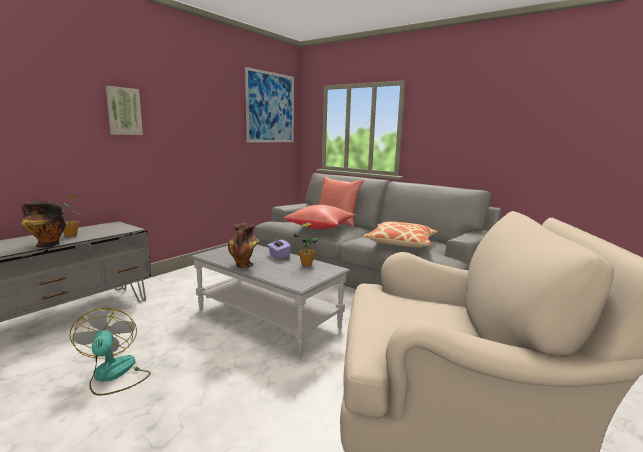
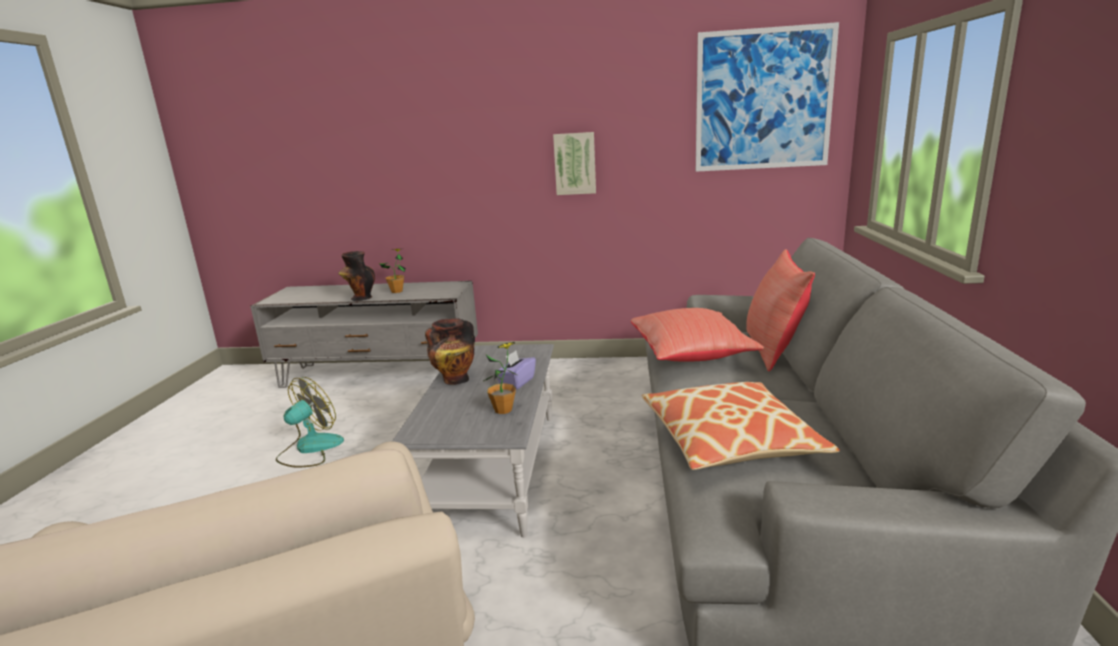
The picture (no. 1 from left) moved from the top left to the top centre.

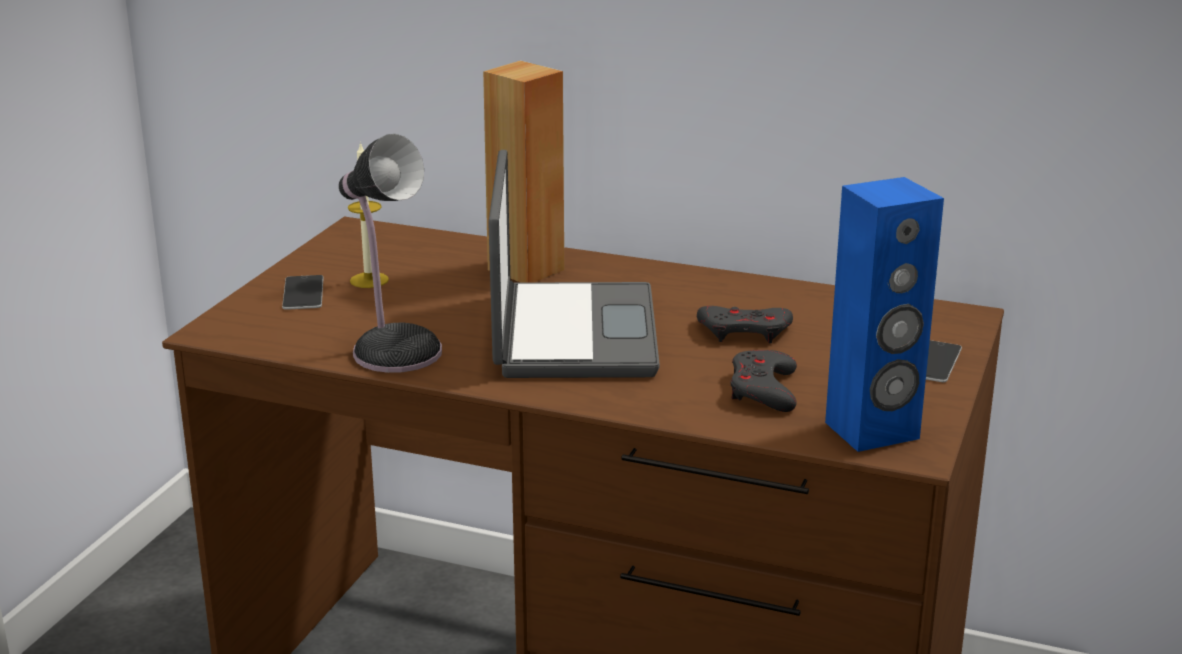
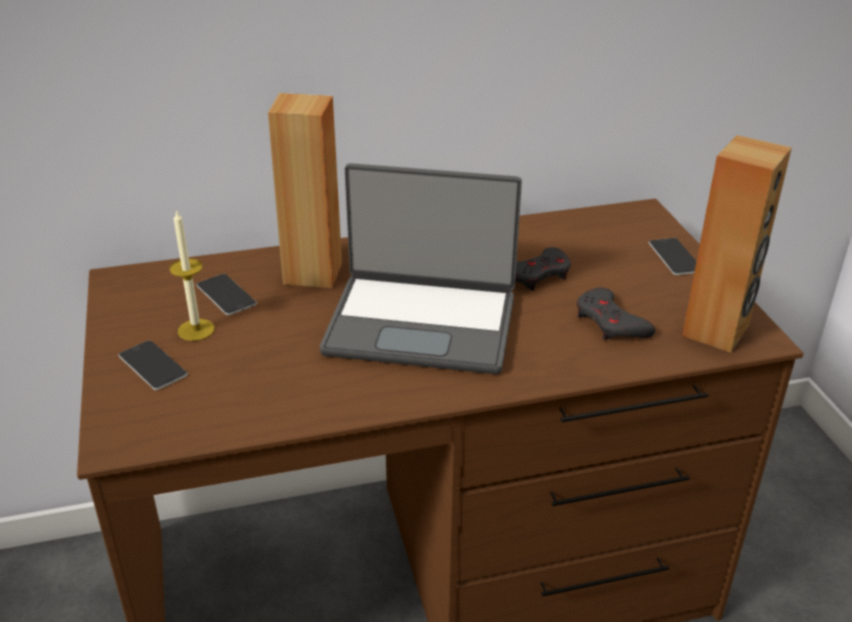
The table lamp at the middle left disappeared.
The phone (no. 2 from left) at the middle left appeared.
The blue speaker at the middle right became the brown speaker (no. 2 from left) at the middle right.
The laptop at the centre turned 135 degrees clockwise.

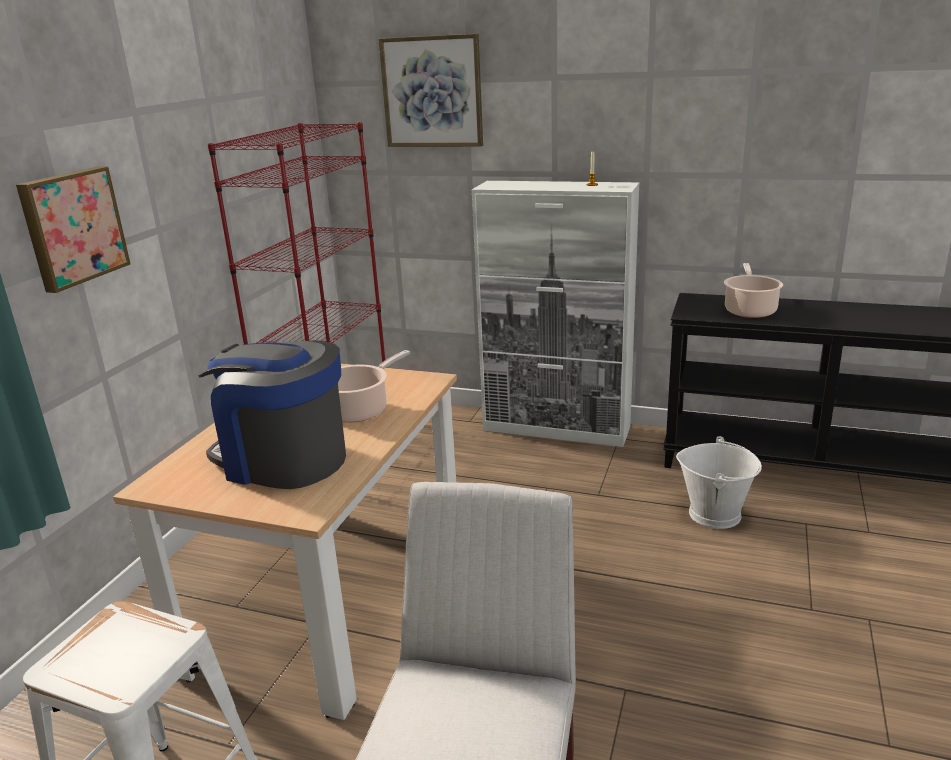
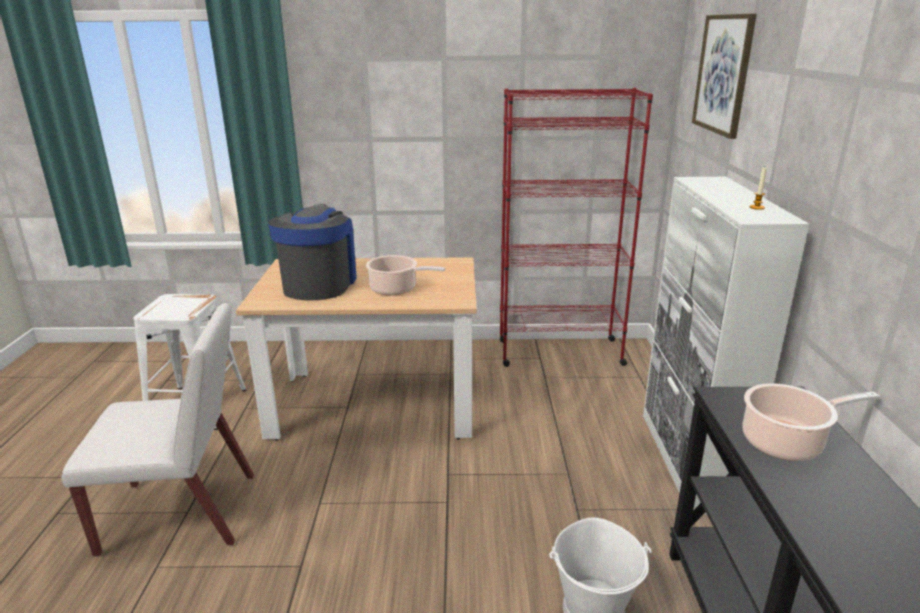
The picture (no. 1 from left) at the top left disappeared.

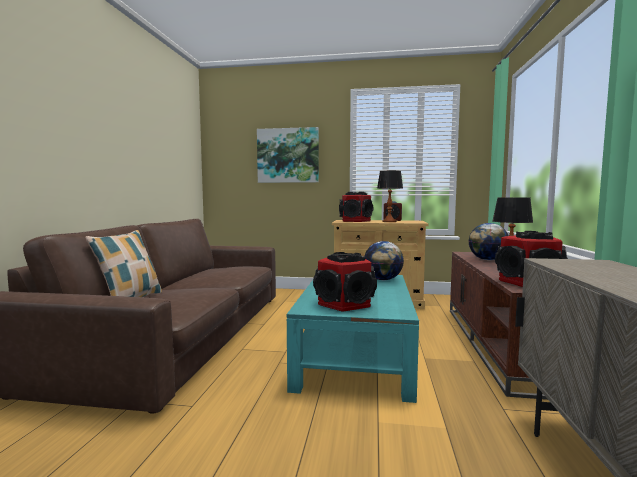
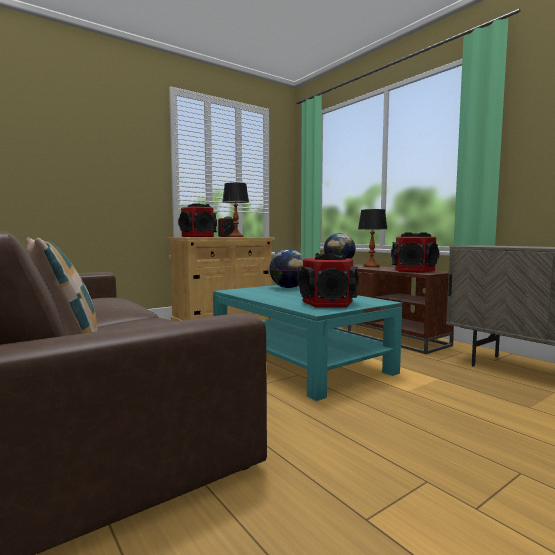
The picture at the top centre disappeared.

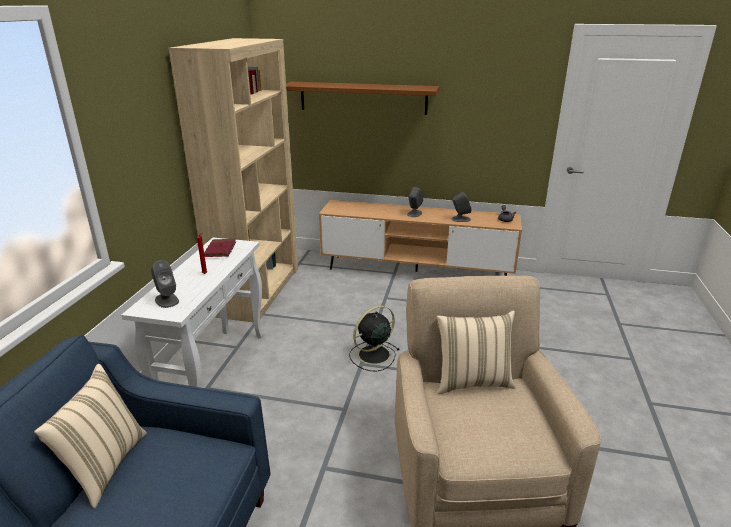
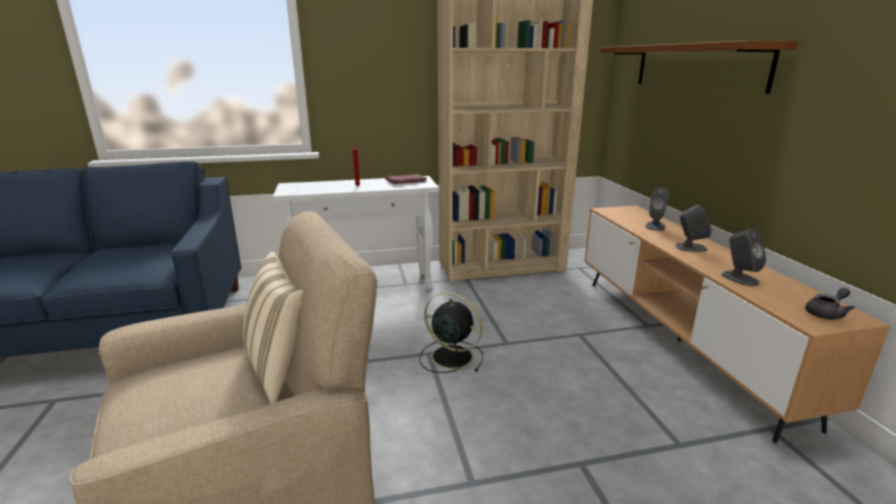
The beige pillow (no. 1 from left) at the bottom left disappeared.
The grey speaker (no. 1 from left) moved from the middle left to the middle right.

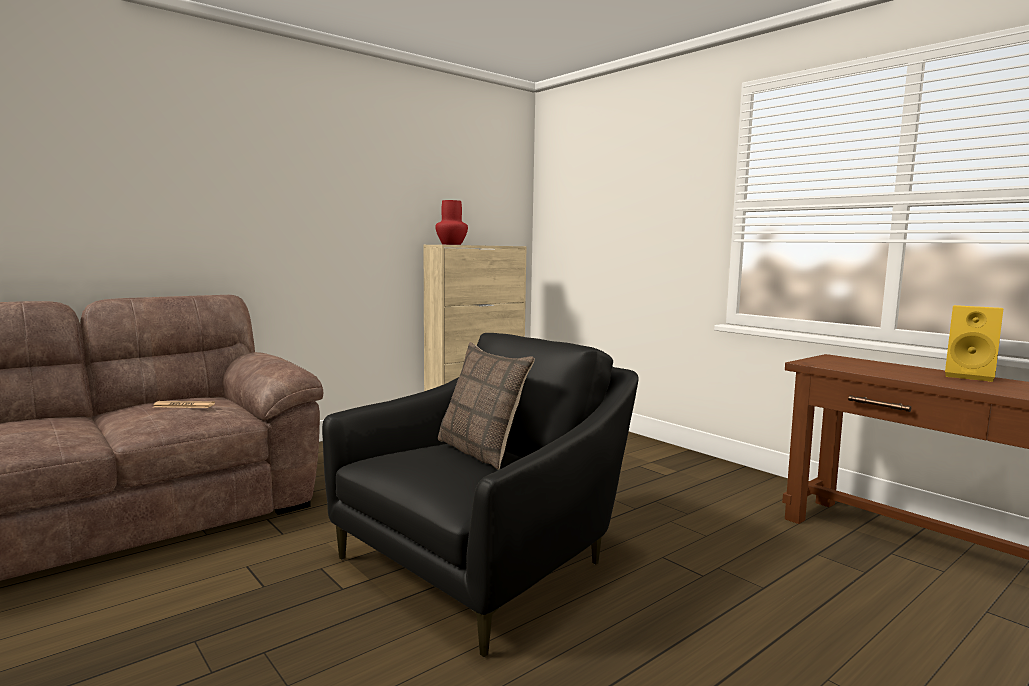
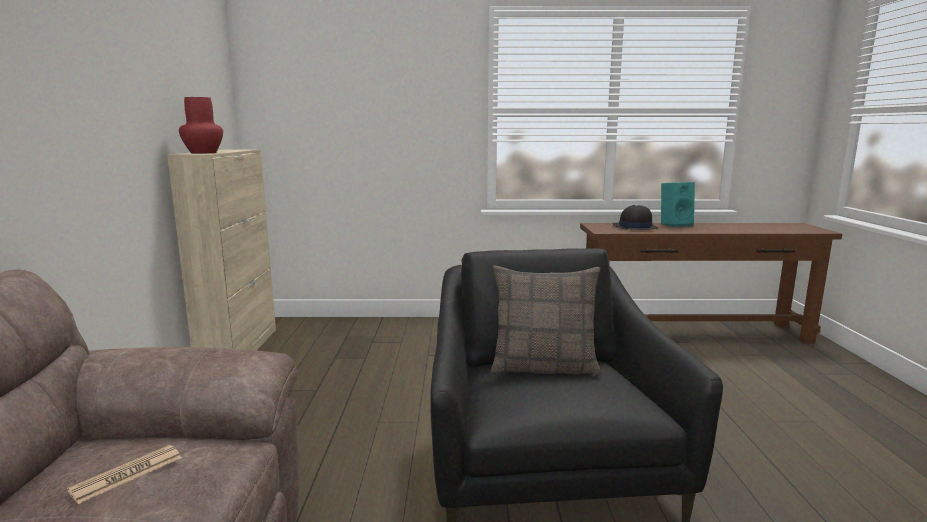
The black hat at the middle right appeared.
The yellow speaker at the middle right became the turquoise speaker at the middle right.

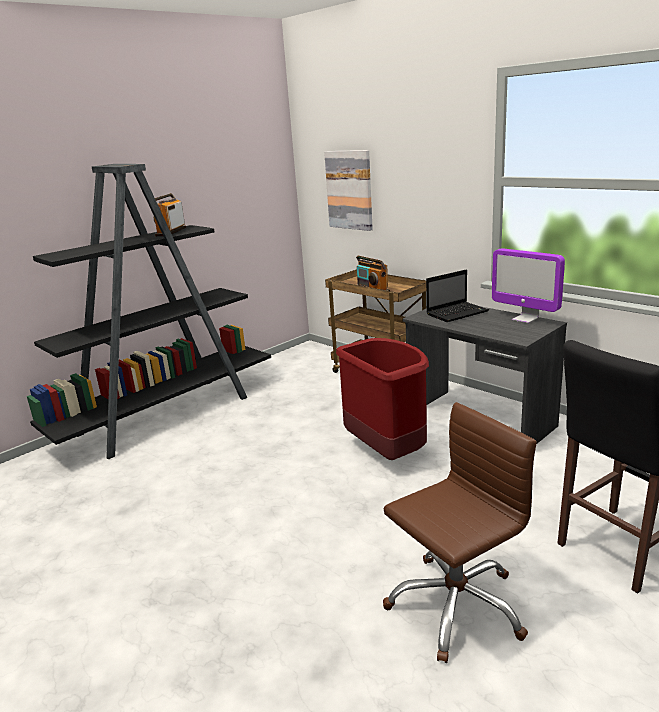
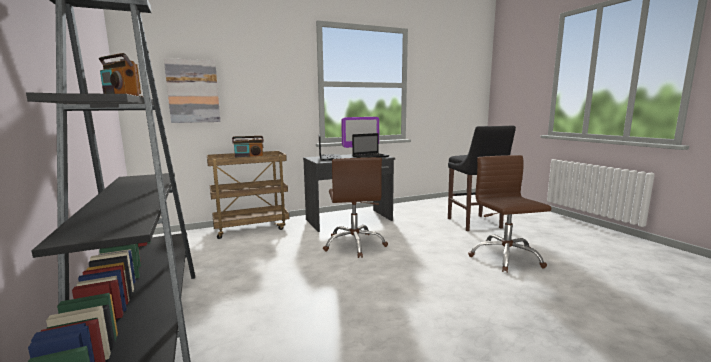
The laptop (no. 2 from left) at the centre appeared.
The red trash can at the centre was replaced by the brown office chair (no. 1 from left) at the centre.

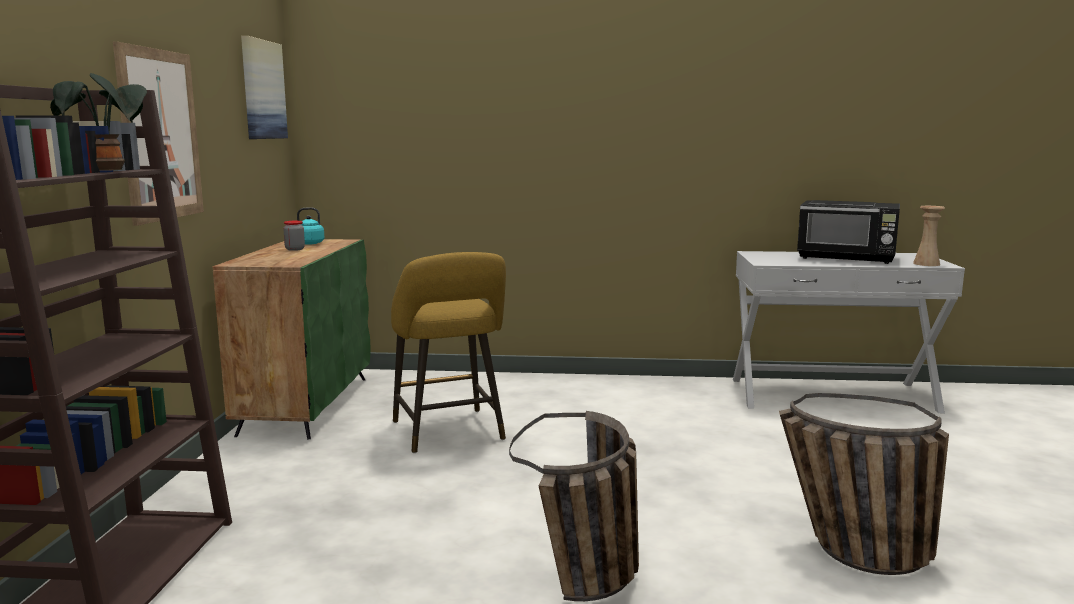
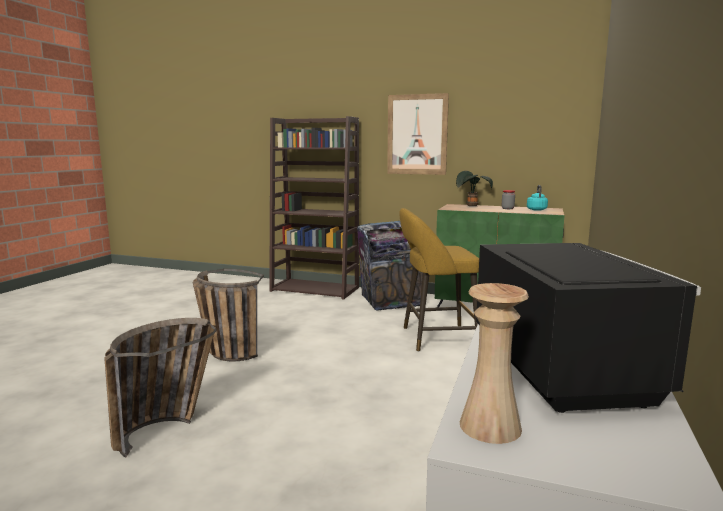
The picture (no. 2 from left) at the top left disappeared.
The trash can at the centre appeared.
The potted plant moved from the top left to the centre.
The black microwave at the middle right turned 135 degrees clockwise.

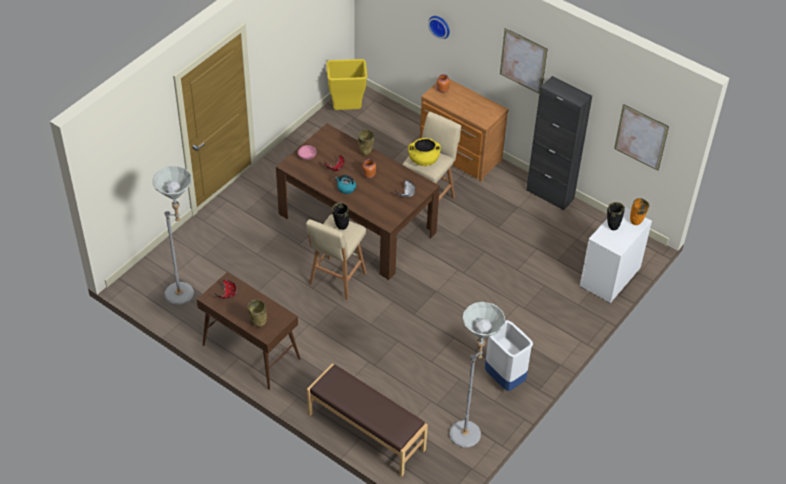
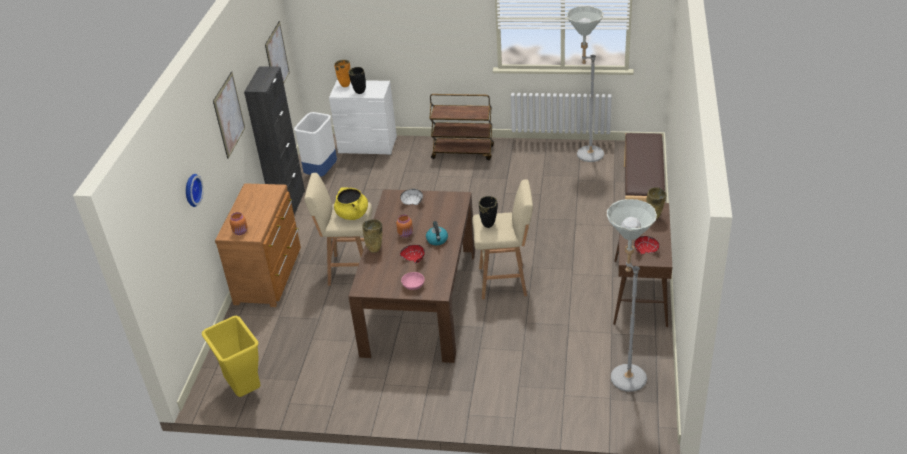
The brown cart at the top centre appeared.
The white trash can moved from the bottom centre to the top centre.

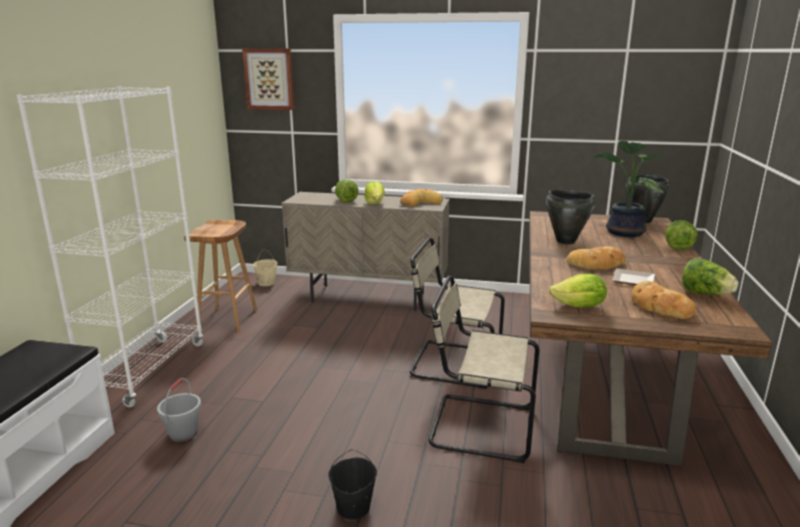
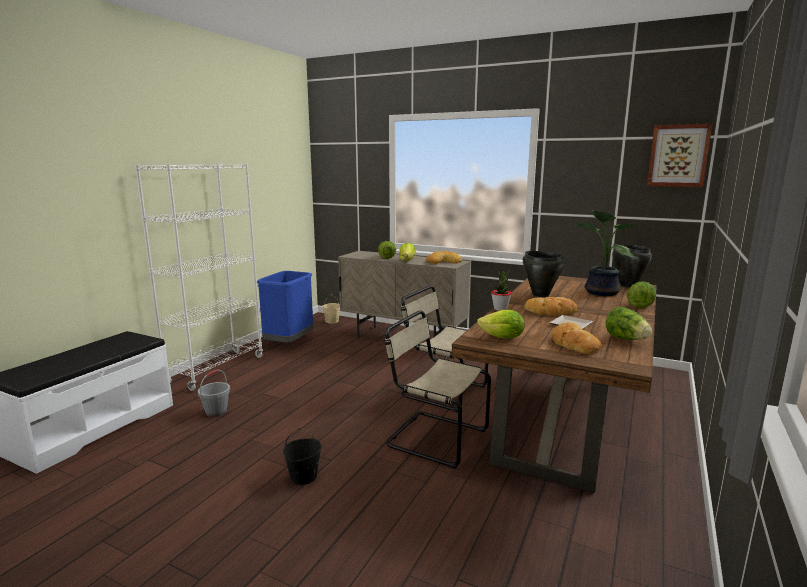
The potted plant (no. 1 from left) at the centre appeared.
The picture moved from the top centre to the top right.
The brown stool at the middle left was replaced by the blue trash can at the centre.

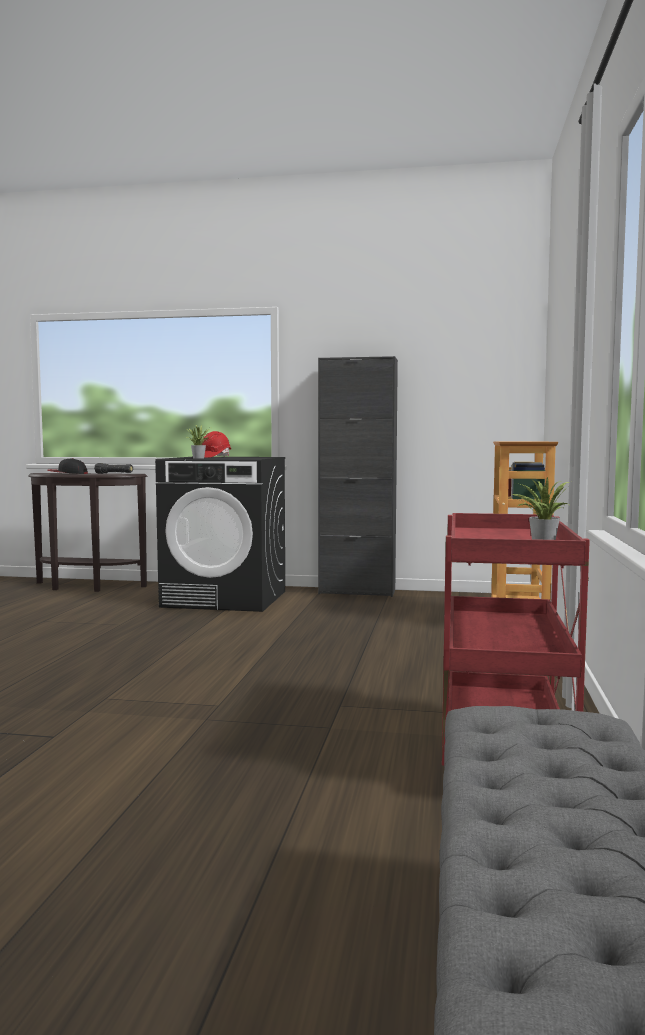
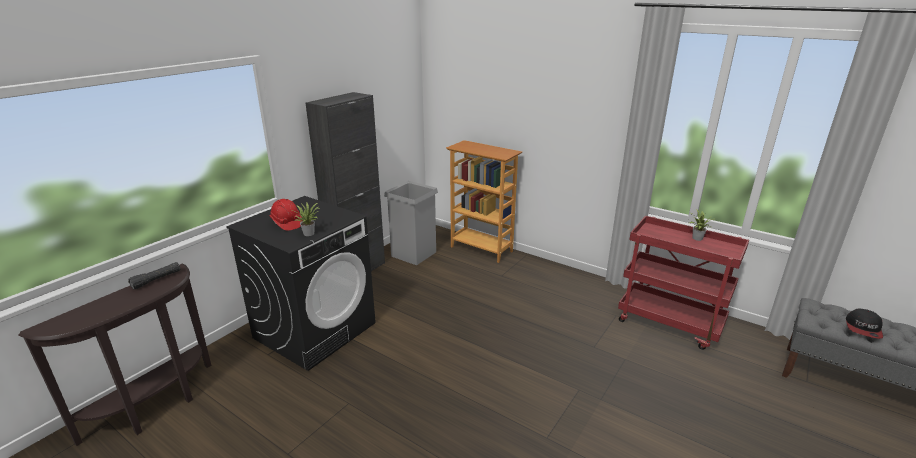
The grey trash can at the centre appeared.
The cap moved from the middle left to the bottom right.

